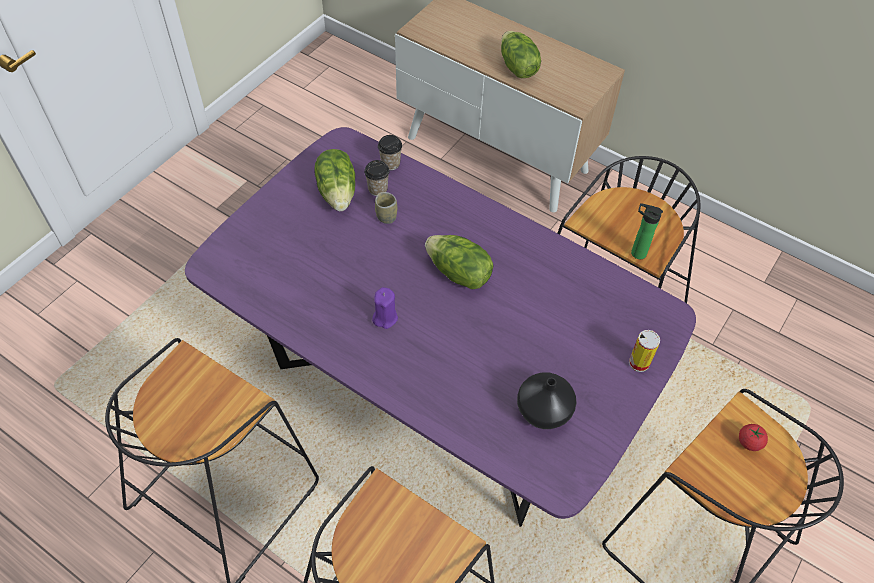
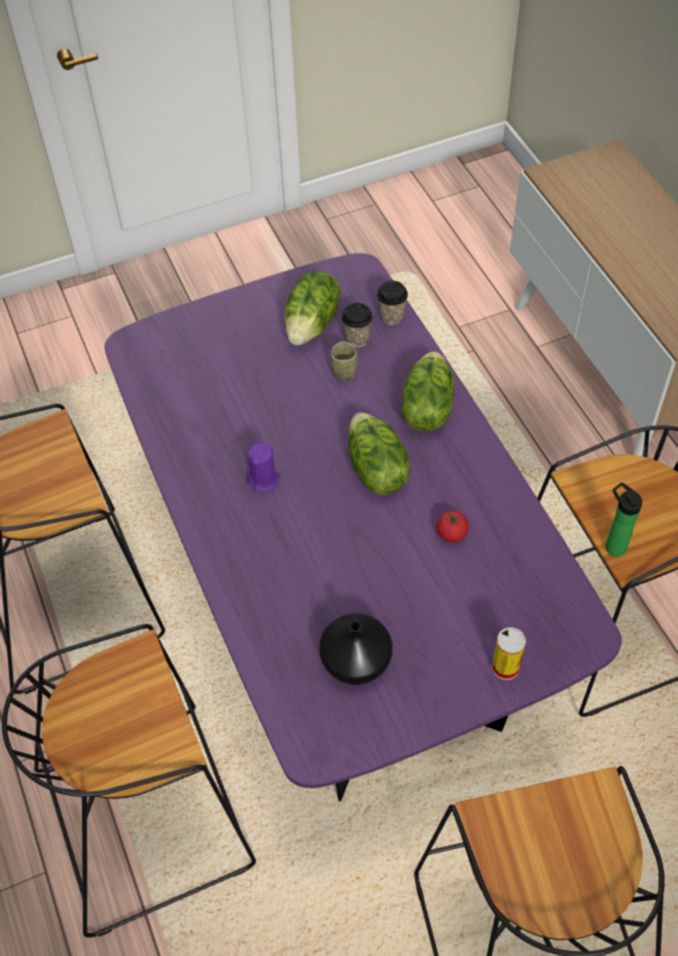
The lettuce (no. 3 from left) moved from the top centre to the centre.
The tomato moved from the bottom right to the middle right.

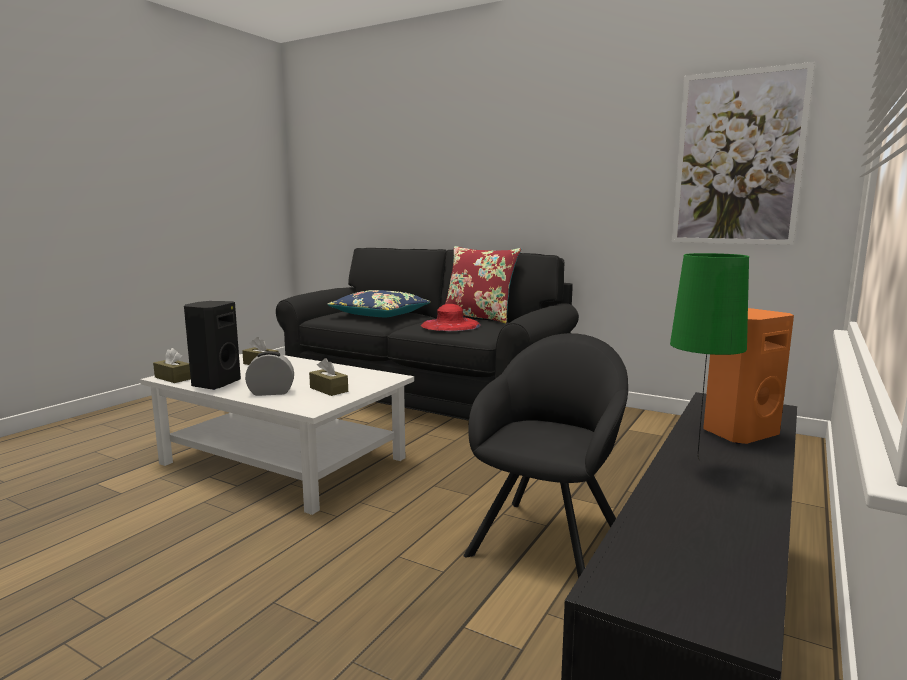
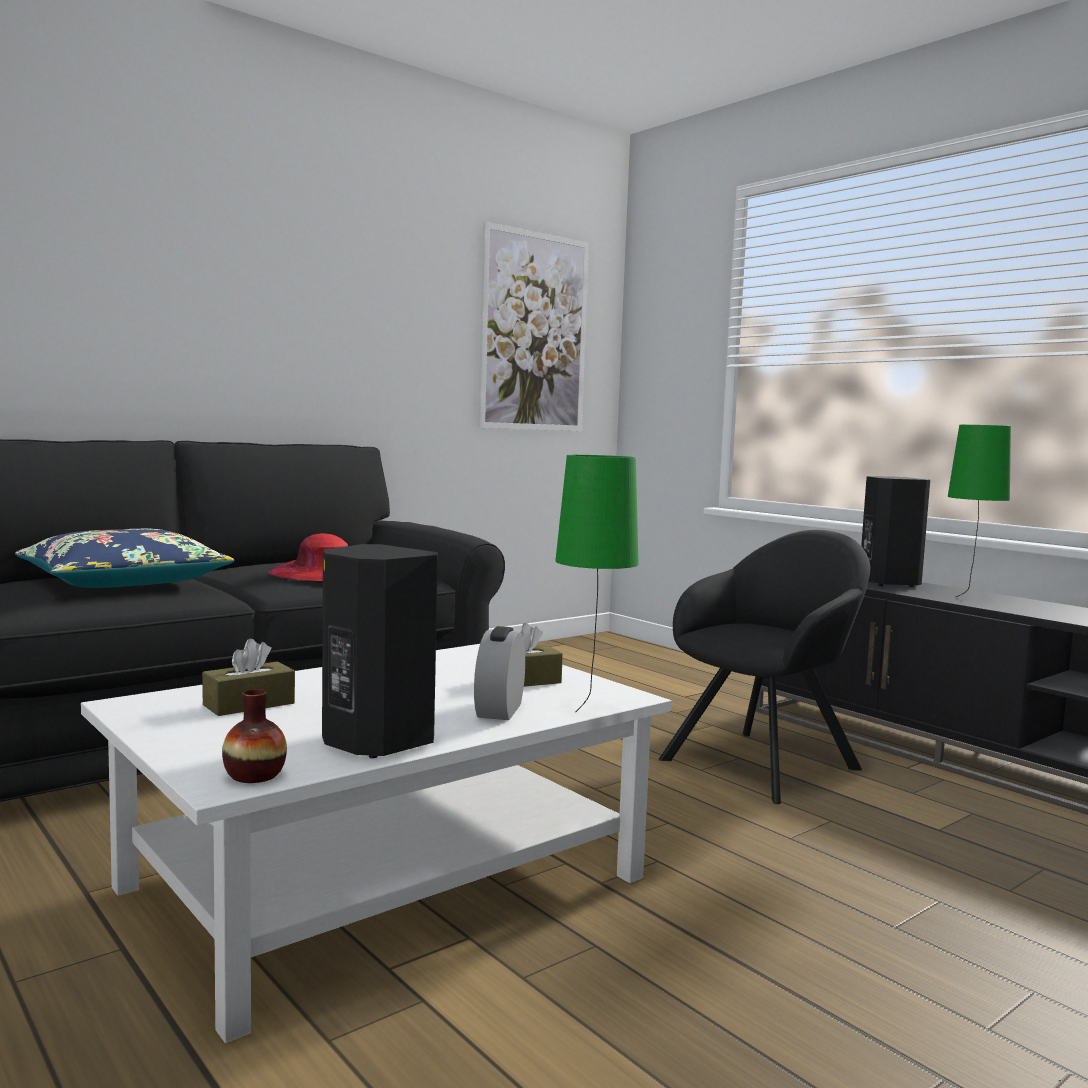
The red pillow at the centre disappeared.
The green table lamp (no. 1 from left) at the centre appeared.
The brown tissue box (no. 1 from left) at the middle left was replaced by the vase at the bottom left.
The orange speaker at the middle right became the black speaker (no. 2 from left) at the middle right.
The black armchair at the bottom centre turned 90 degrees clockwise.

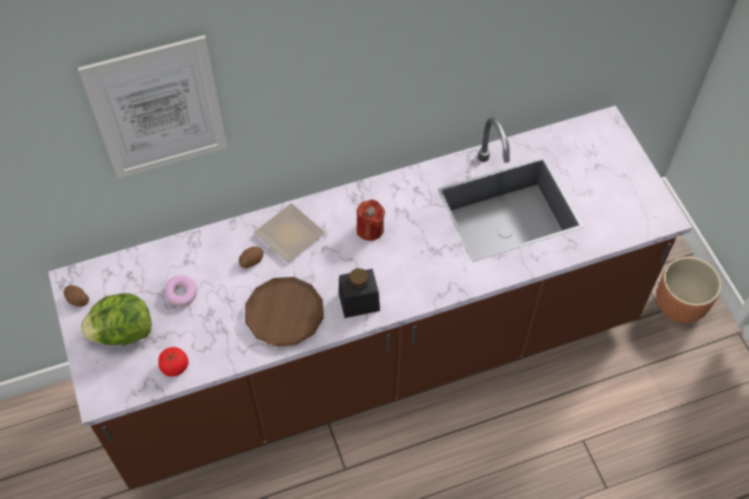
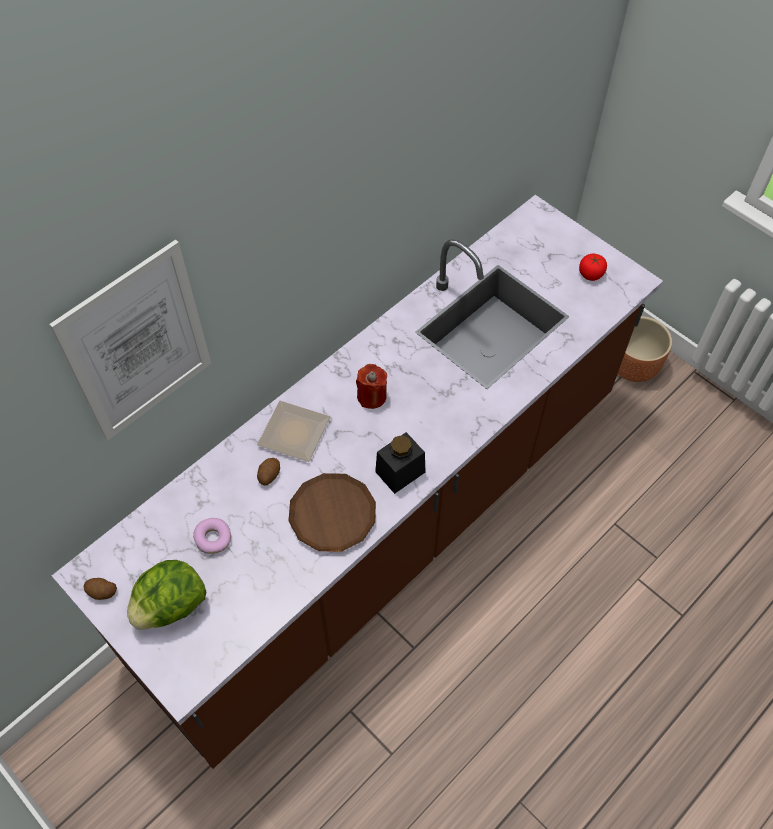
The tomato moved from the bottom left to the top right.

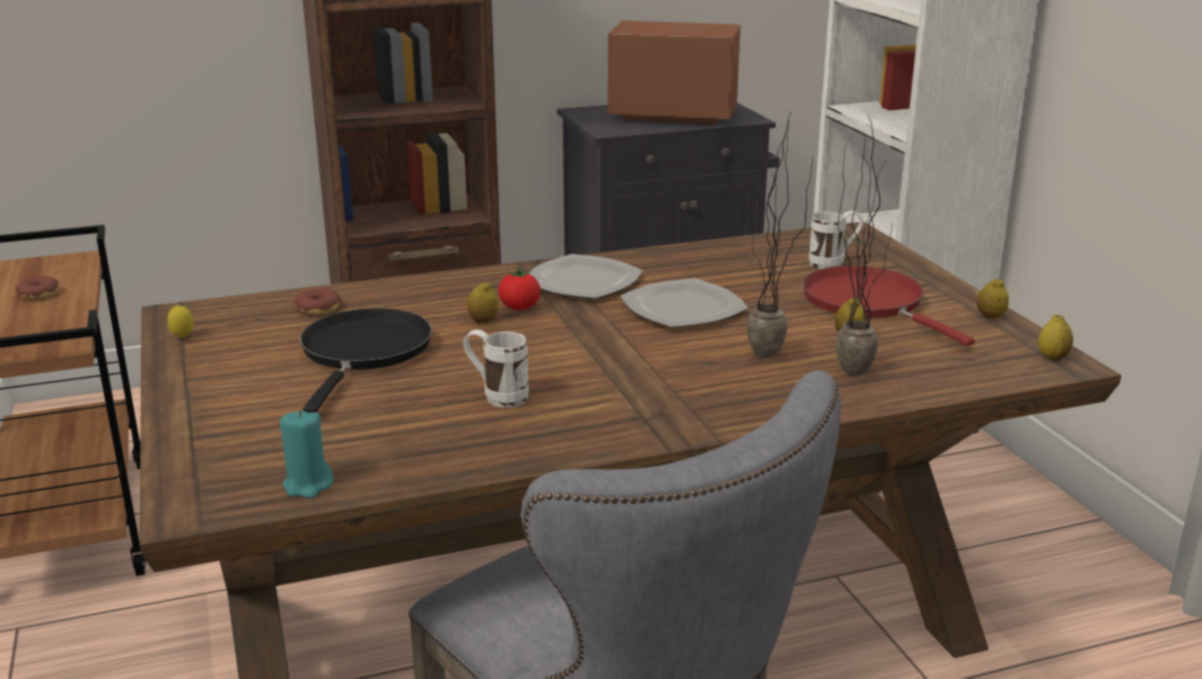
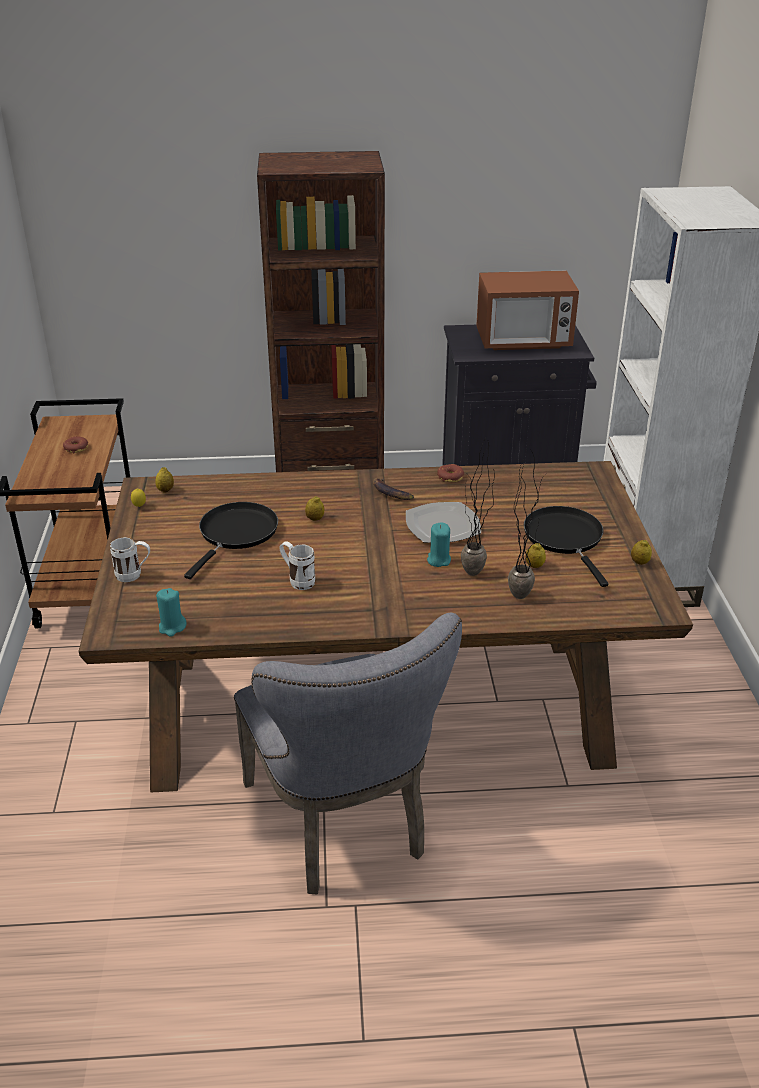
The tomato at the centre disappeared.
The turquoise candle (no. 2 from left) at the centre appeared.
The donut (no. 2 from left) moved from the middle left to the centre.
The white mug (no. 2 from left in the first image) moved from the middle right to the middle left.
The lemon (no. 5 from left in the first image) moved from the middle right to the middle left.
The plate (no. 1 from left) at the centre was replaced by the banana at the centre.
The red frying pan at the middle right became the black frying pan (no. 2 from left) at the middle right.
The microwave at the top centre turned 150 degrees clockwise.

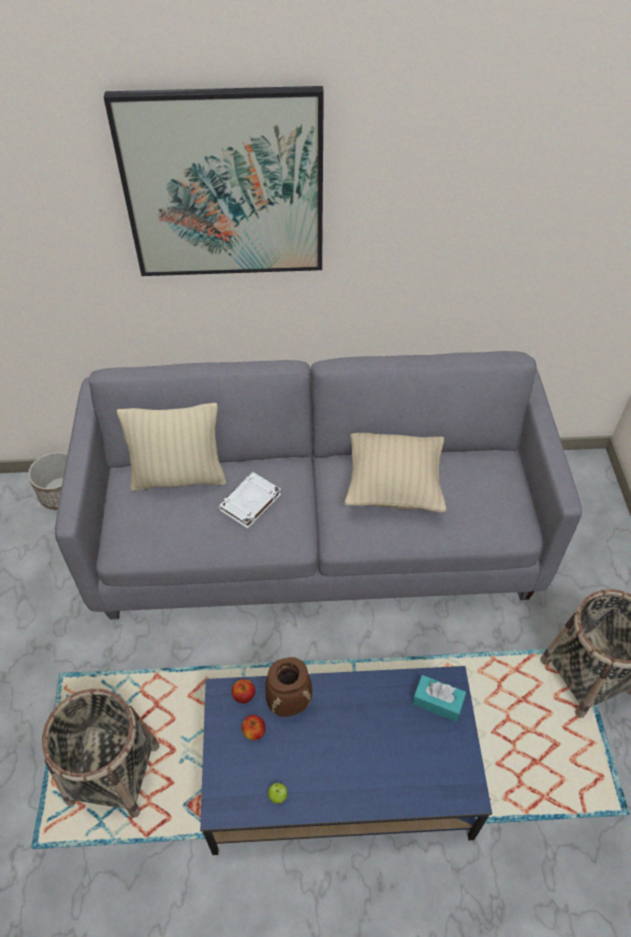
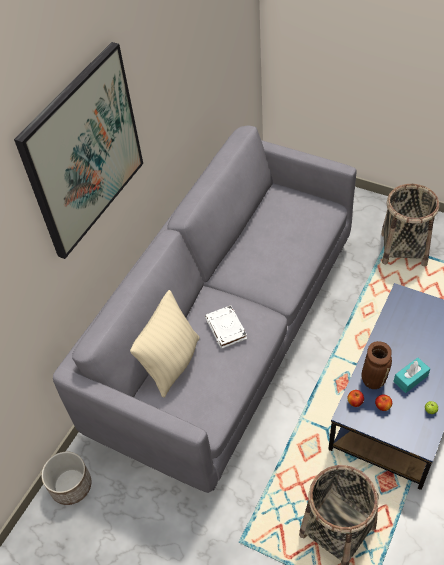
The beige pillow (no. 2 from left) at the centre disappeared.
The turquoise tissue box moved from the bottom right to the middle right.

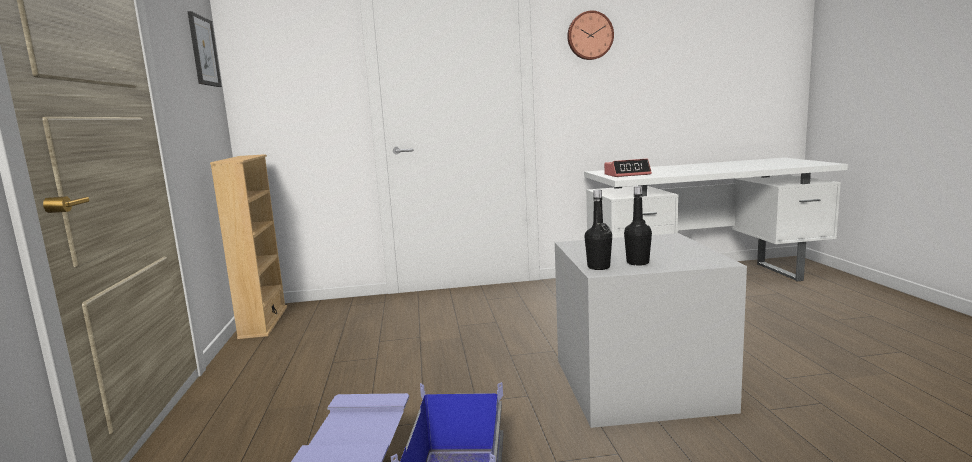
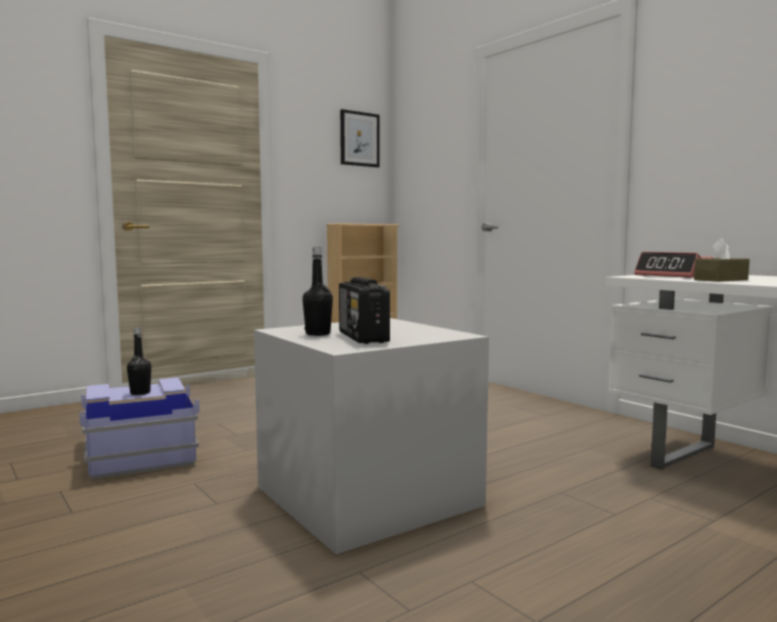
The wall clock at the top centre disappeared.
The radio at the centre appeared.
The brown tissue box at the middle right appeared.
The black bottle (no. 1 from left) moved from the centre to the middle left.

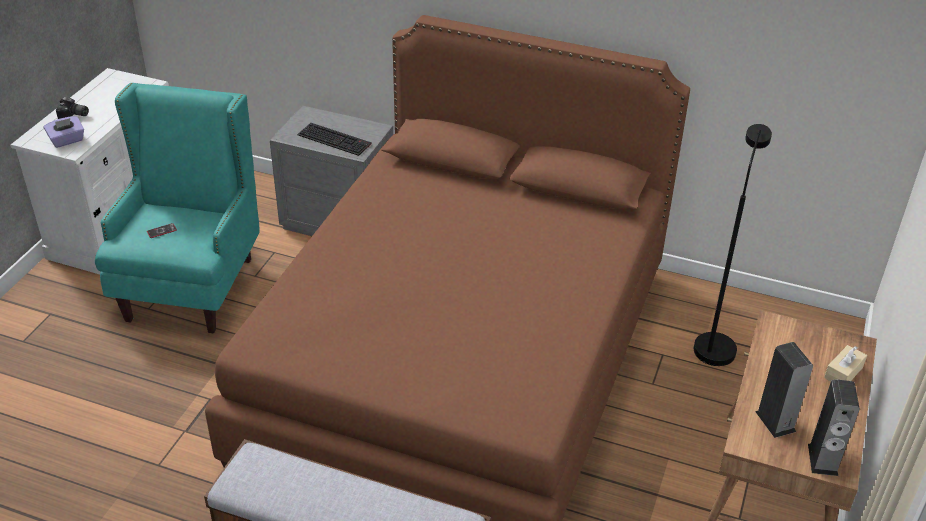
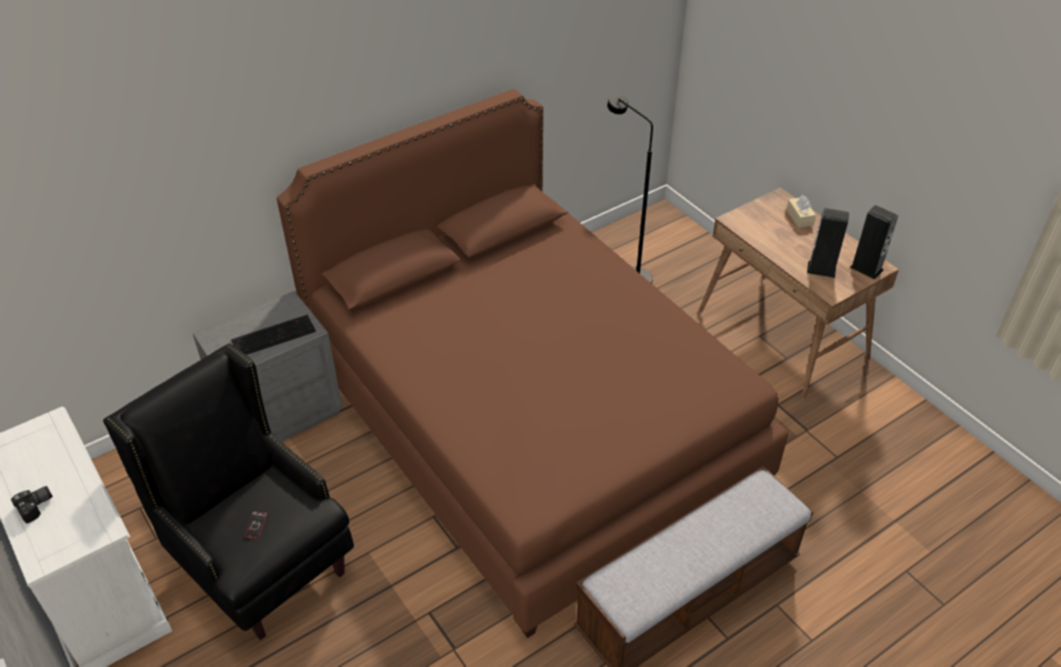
The purple tissue box at the top left disappeared.
The turquoise armchair at the middle left became the black armchair at the bottom left.

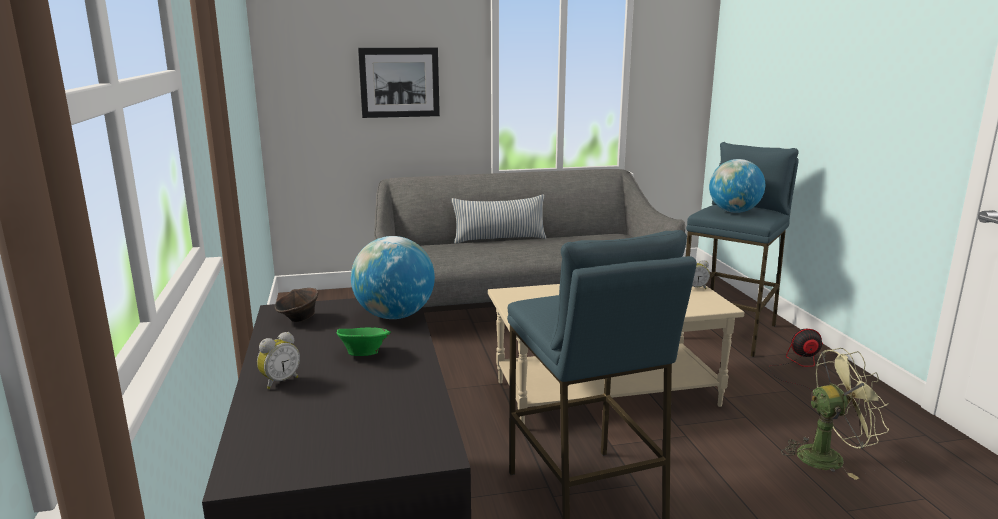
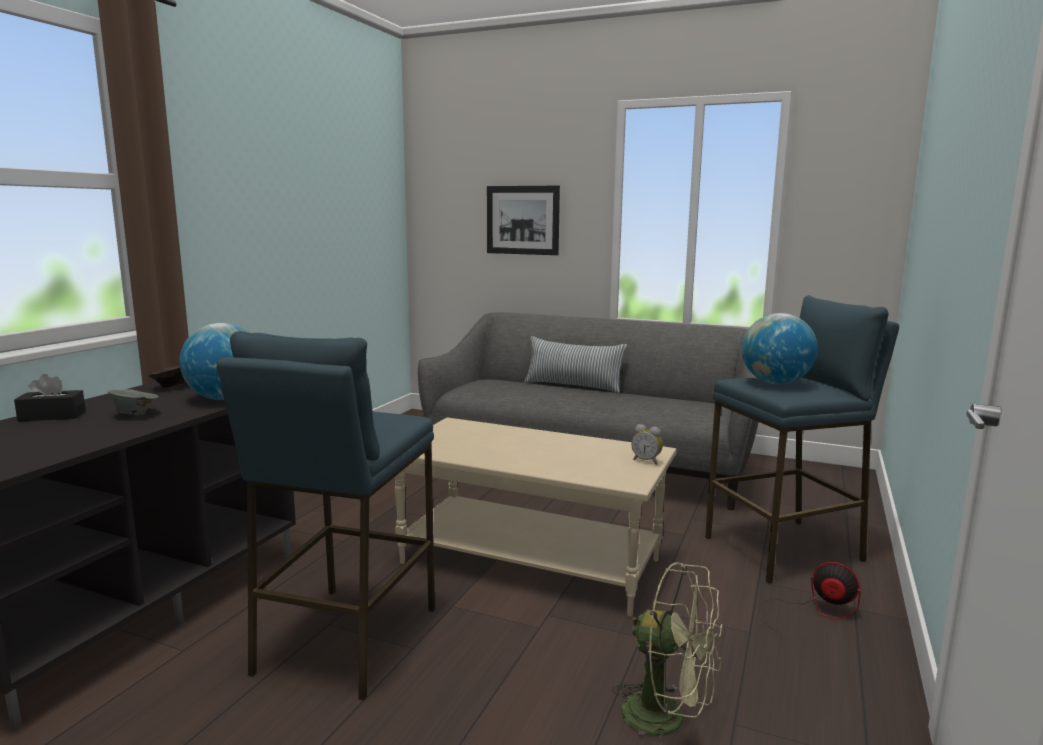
The alarm clock (no. 1 from left) at the bottom left was replaced by the black tissue box at the middle left.
The green bowl at the centre became the grey bowl at the middle left.

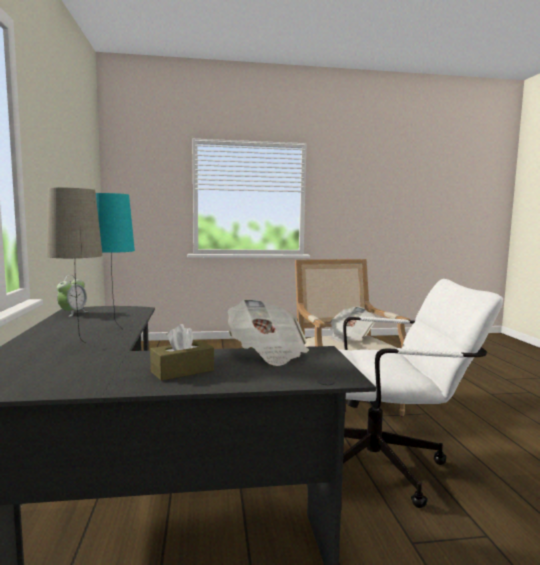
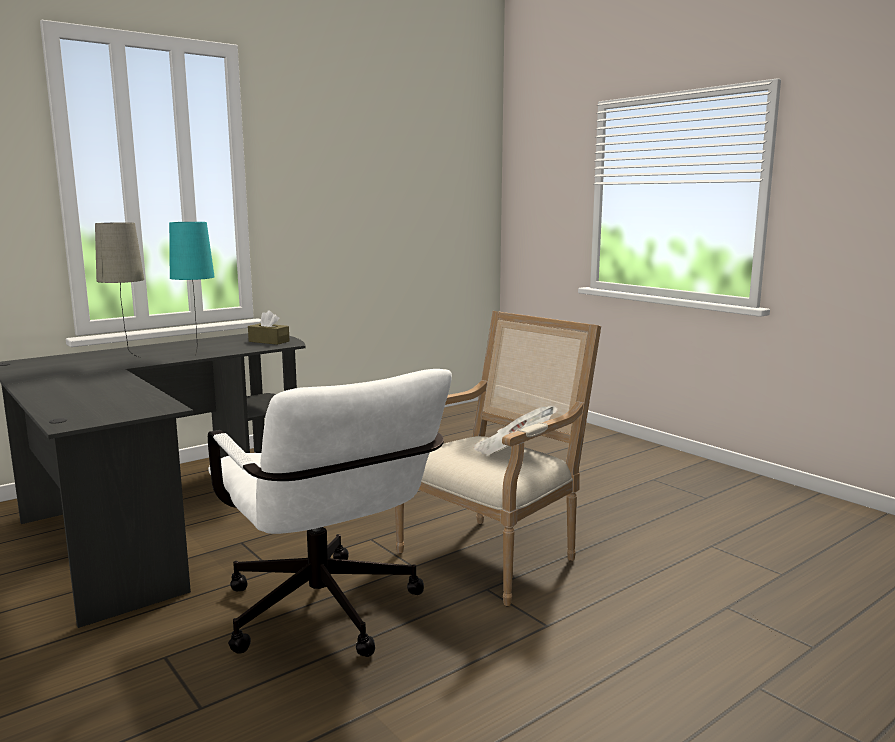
The alarm clock at the middle left disappeared.
The newspaper (no. 1 from left) at the centre disappeared.
The brown tissue box moved from the centre to the middle left.

